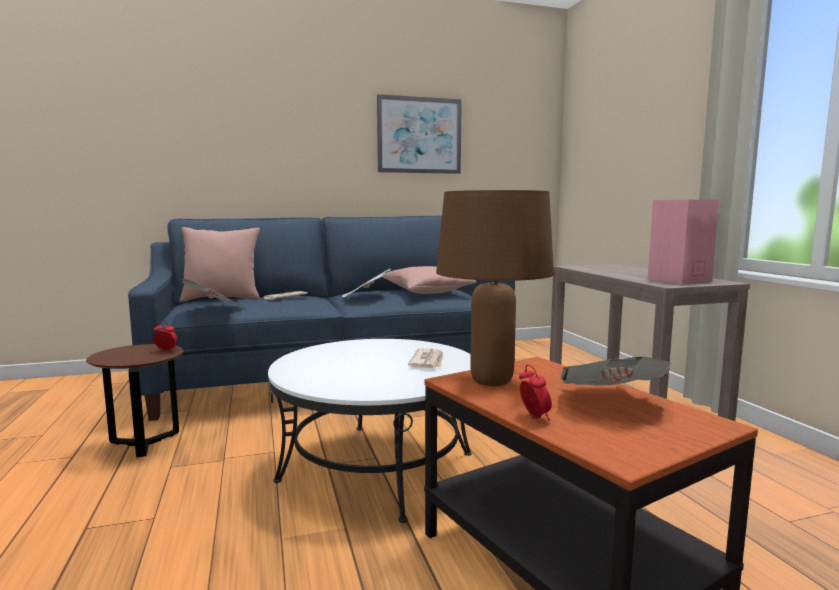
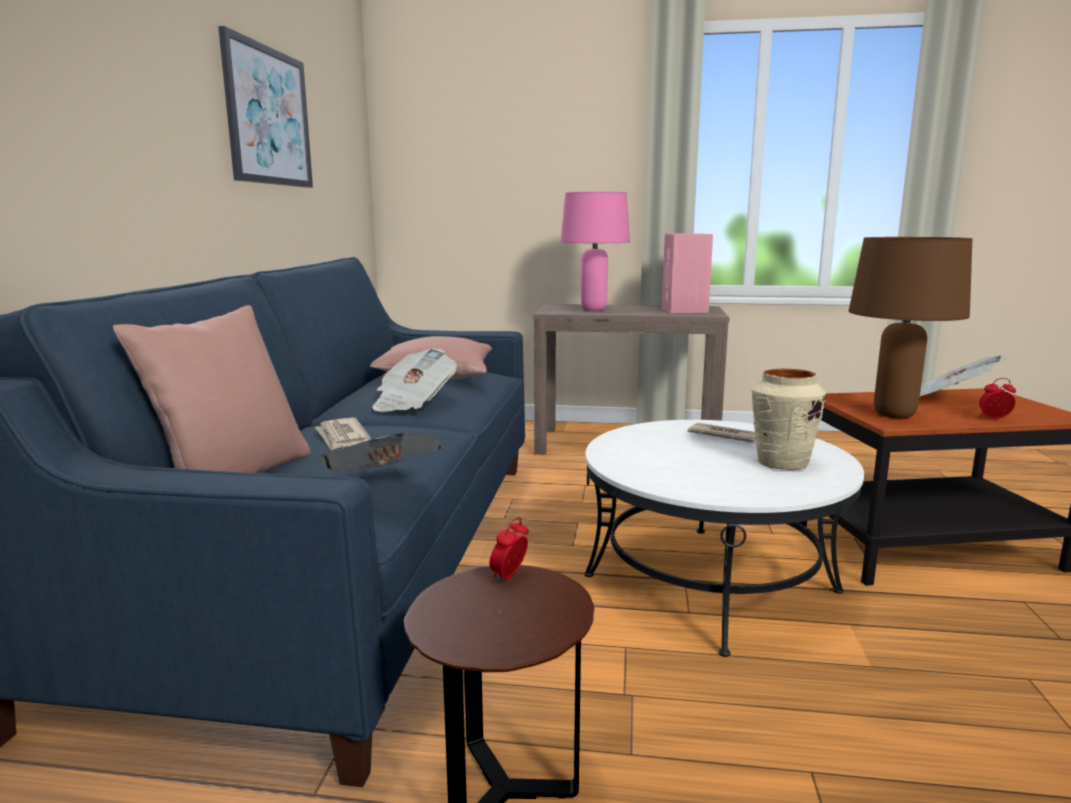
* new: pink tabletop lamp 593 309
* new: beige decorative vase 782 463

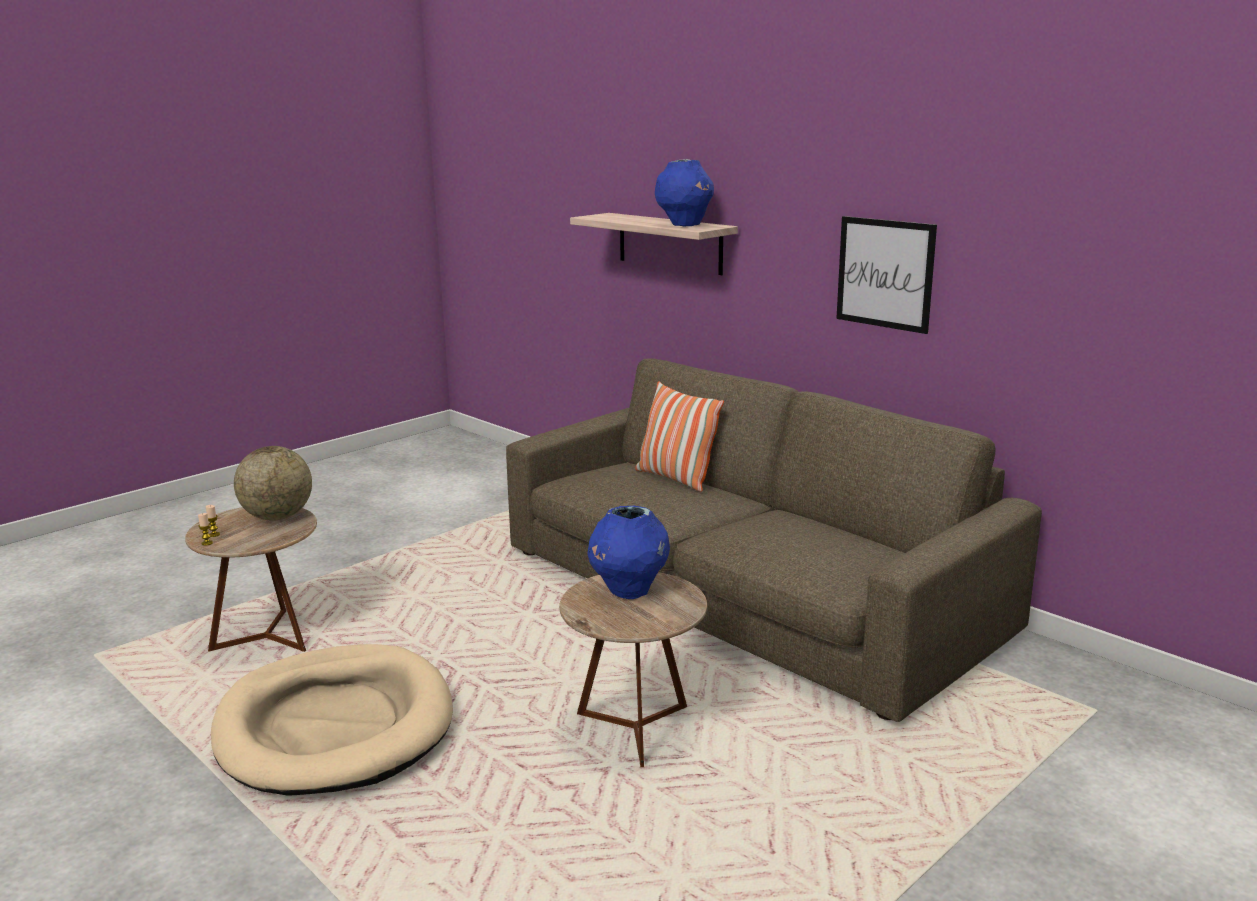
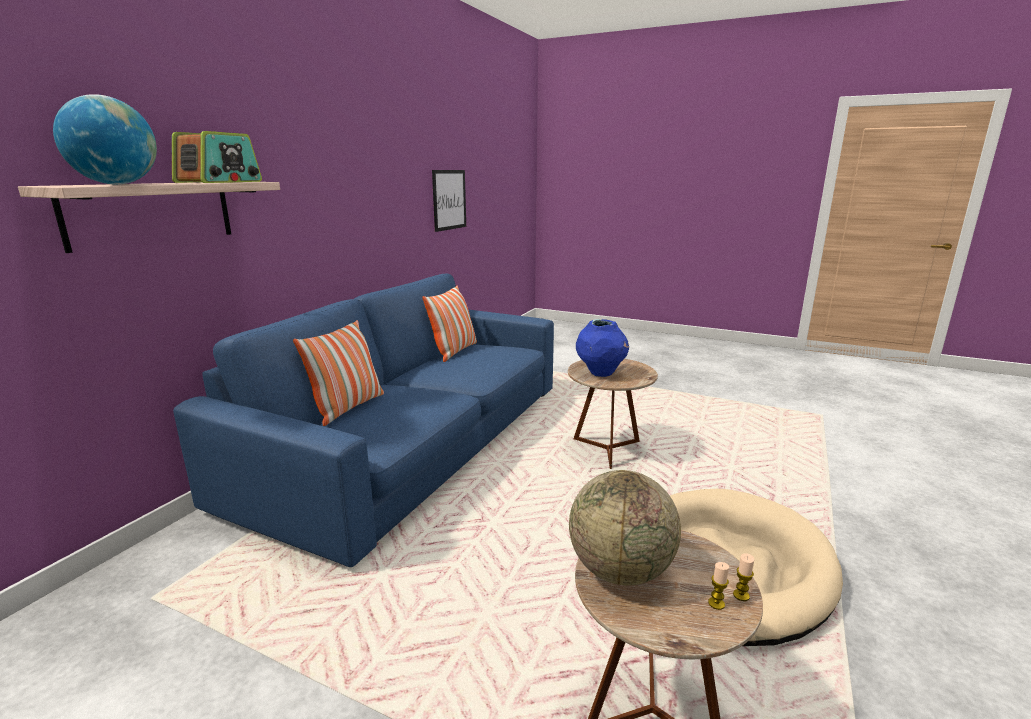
* new: world globe 116 184
* swapped: blue-coloured decorative vase 684 225 to radio set 220 182
* repainted: brown-coloured settee 744 591 to blue-coloured settee 414 441
* new: pillow 454 351
* shifted: wall picture 885 273 to 449 200

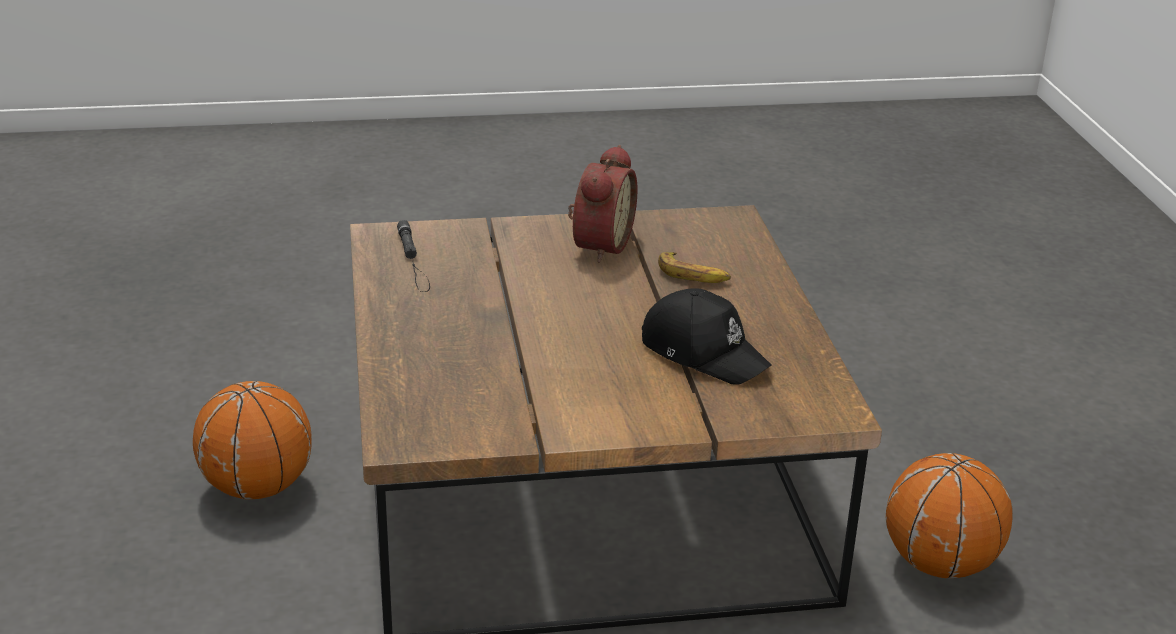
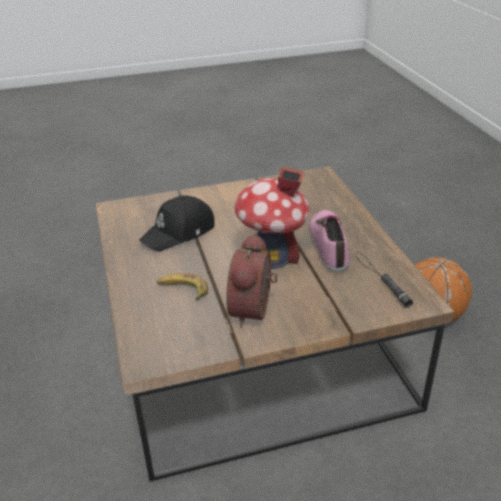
* rotated: blackish peaked cap 704 352 = 179 232 75 degrees counterclockwise
* new: miniature house 272 257
* new: item of footwear 330 244
* gone: ball for basketball 939 564

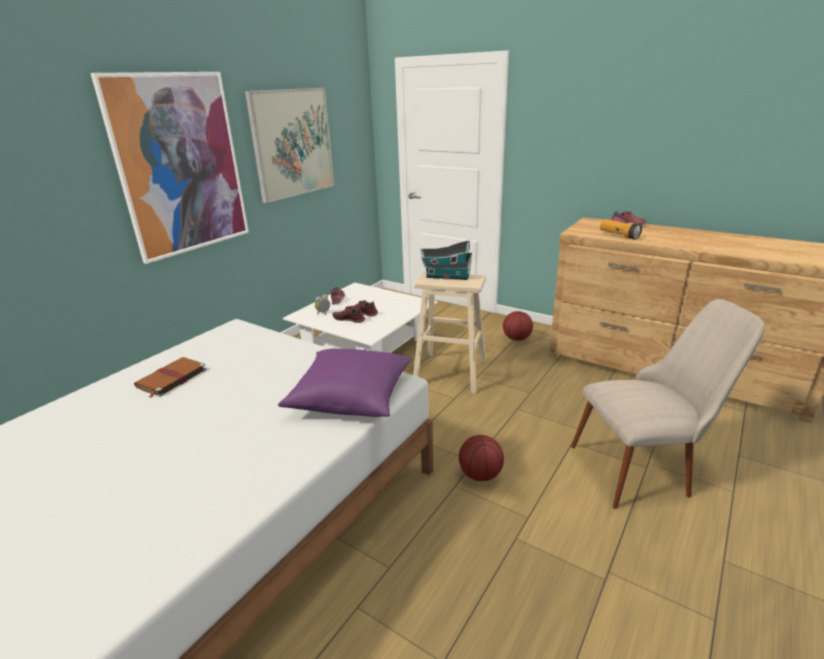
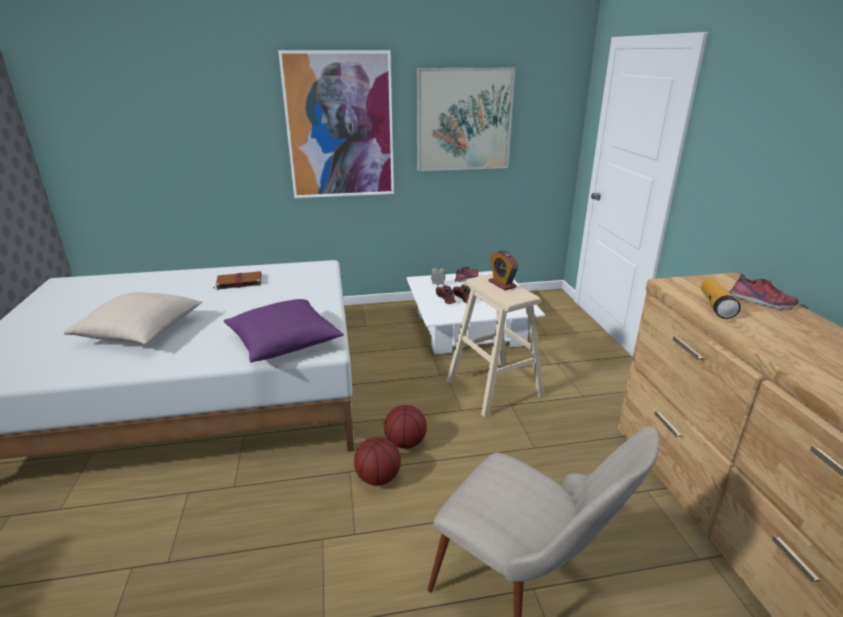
* new: beige pillow 141 331
* shifted: ball for basketball 516 338 to 406 442
* swapped: miniature house 446 276 to bedside clock 502 284

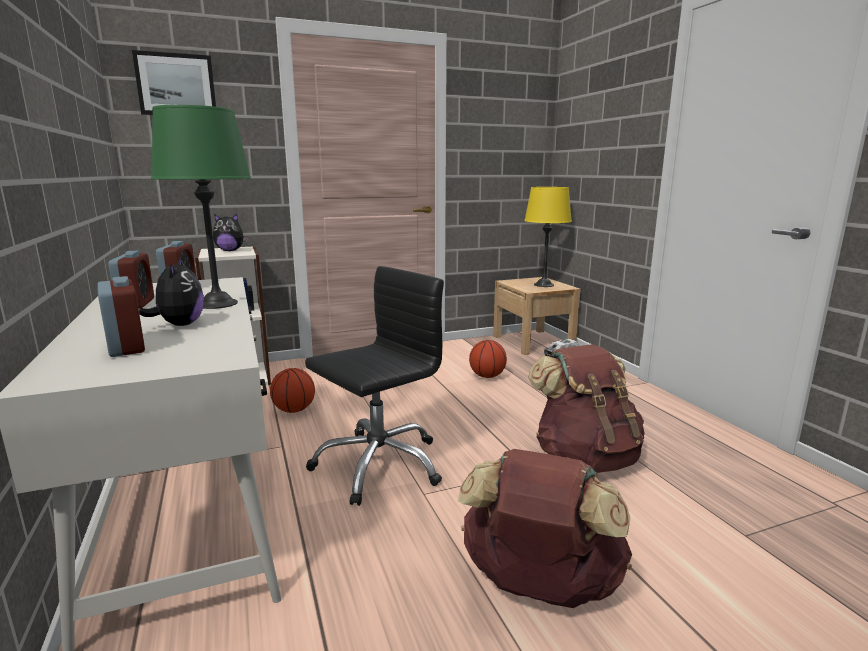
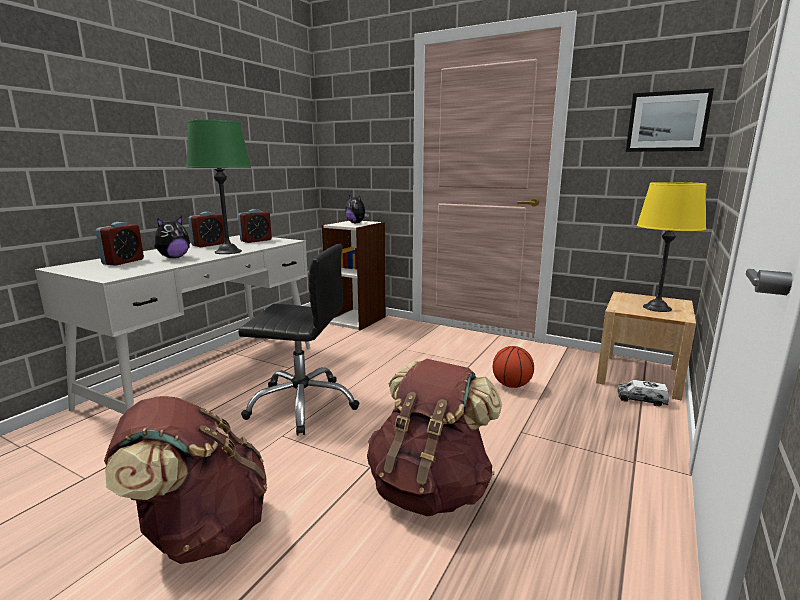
* shifted: wall picture 176 85 to 667 121
* gone: ball for basketball 294 410

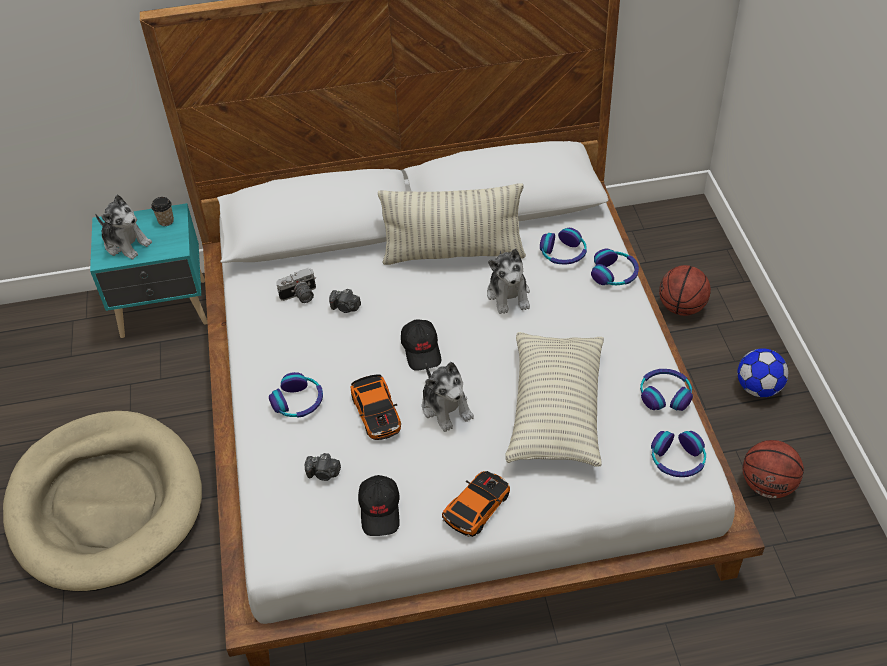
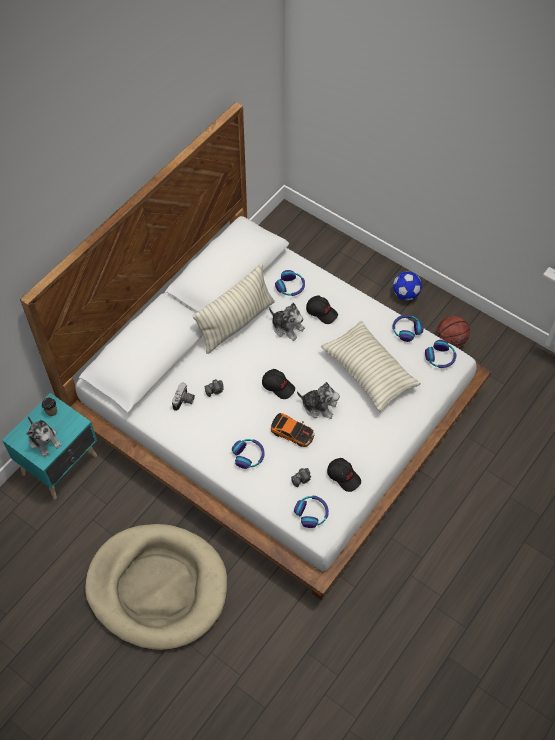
* rotated: cuddly toy 126 243 = 44 440 60 degrees clockwise
* shifted: headphones 614 274 to 312 513
* new: blackish peaked cap 321 312
* gone: model car 476 506
* gone: ball for basketball 681 307

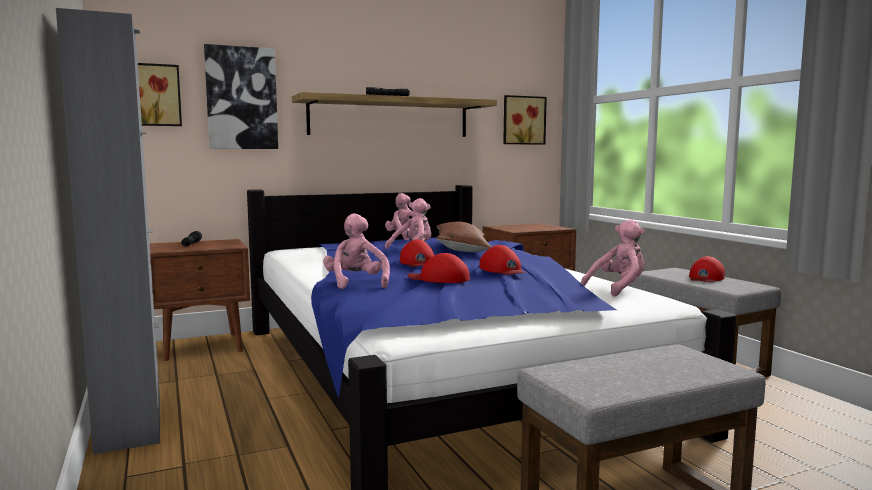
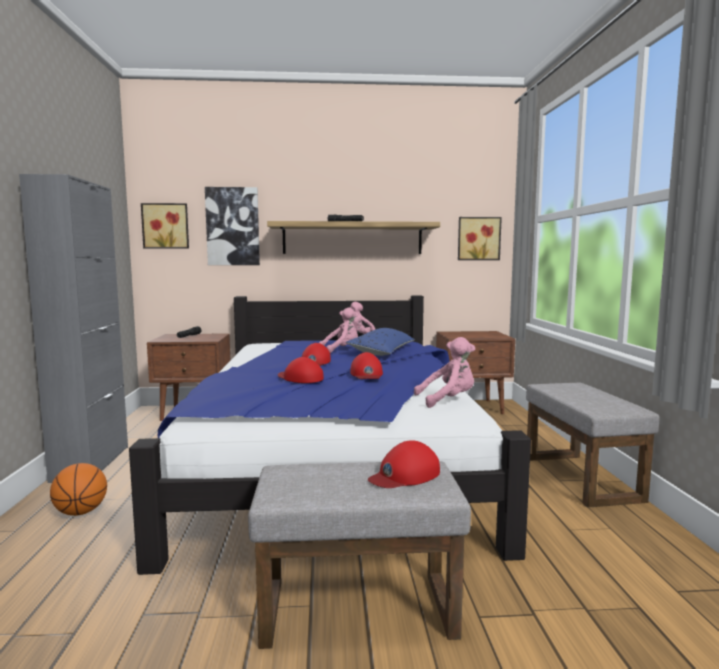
* new: ball for basketball 81 512
* repainted: brown-coloured pillow 461 248 to blue-coloured pillow 382 351
* shifted: red peaked cap 705 278 to 404 475
* gone: pink cuddly toy 356 283

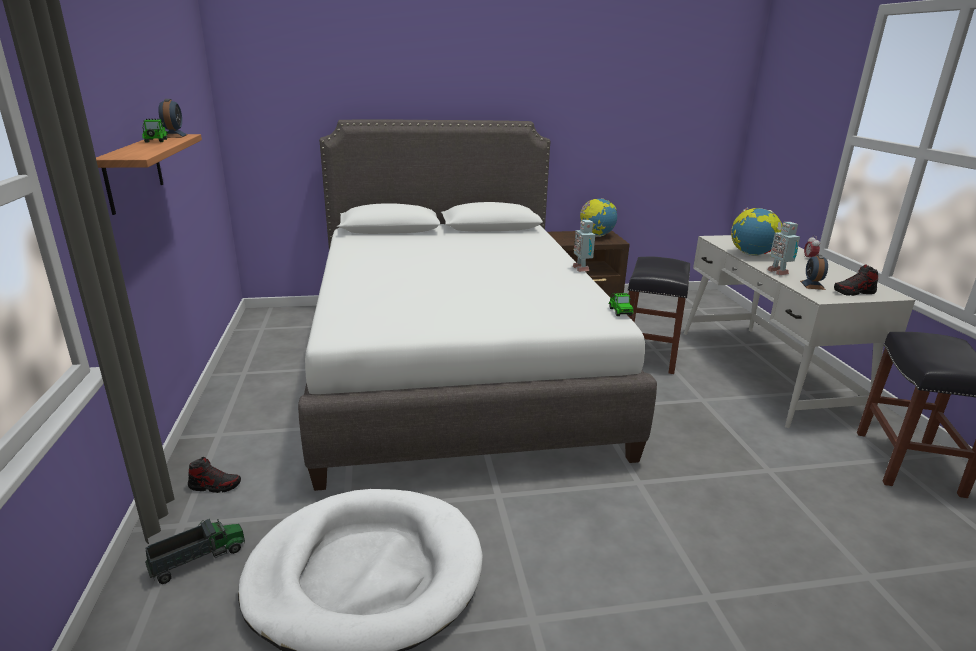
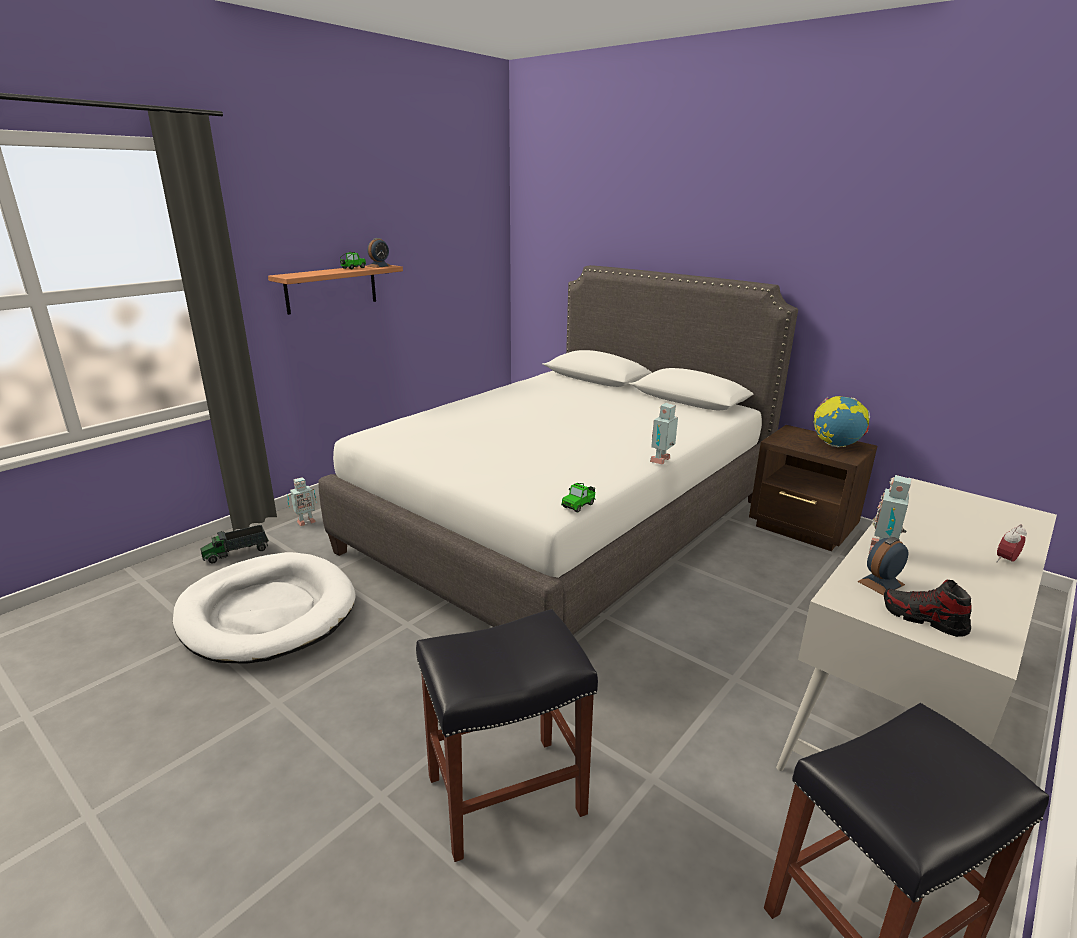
* rotated: toy truck 198 559 = 237 553 135 degrees clockwise
* swapped: item of footwear 215 486 to toy robot 305 522
* shifted: blackish sitting stool 649 355 to 504 796
* gone: world globe 752 254

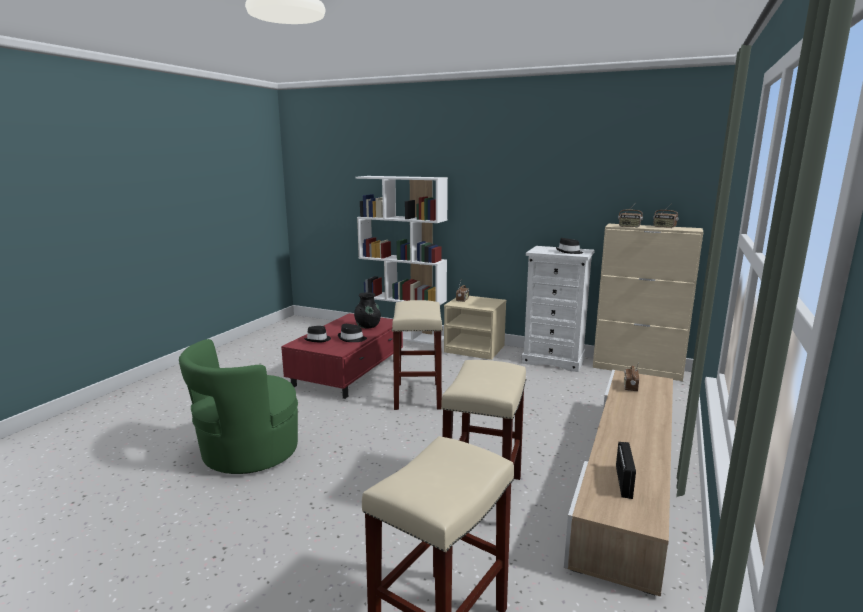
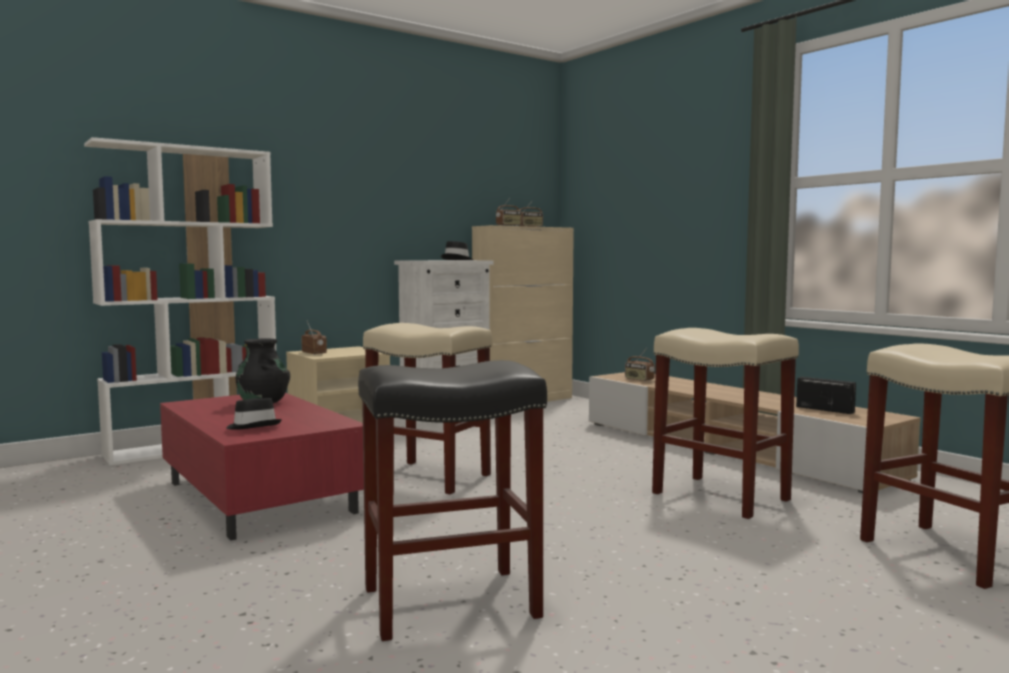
* swapped: green-coloured easy chair 248 452 to blackish sitting stool 448 603
* gone: blackish clothing hat 352 339

